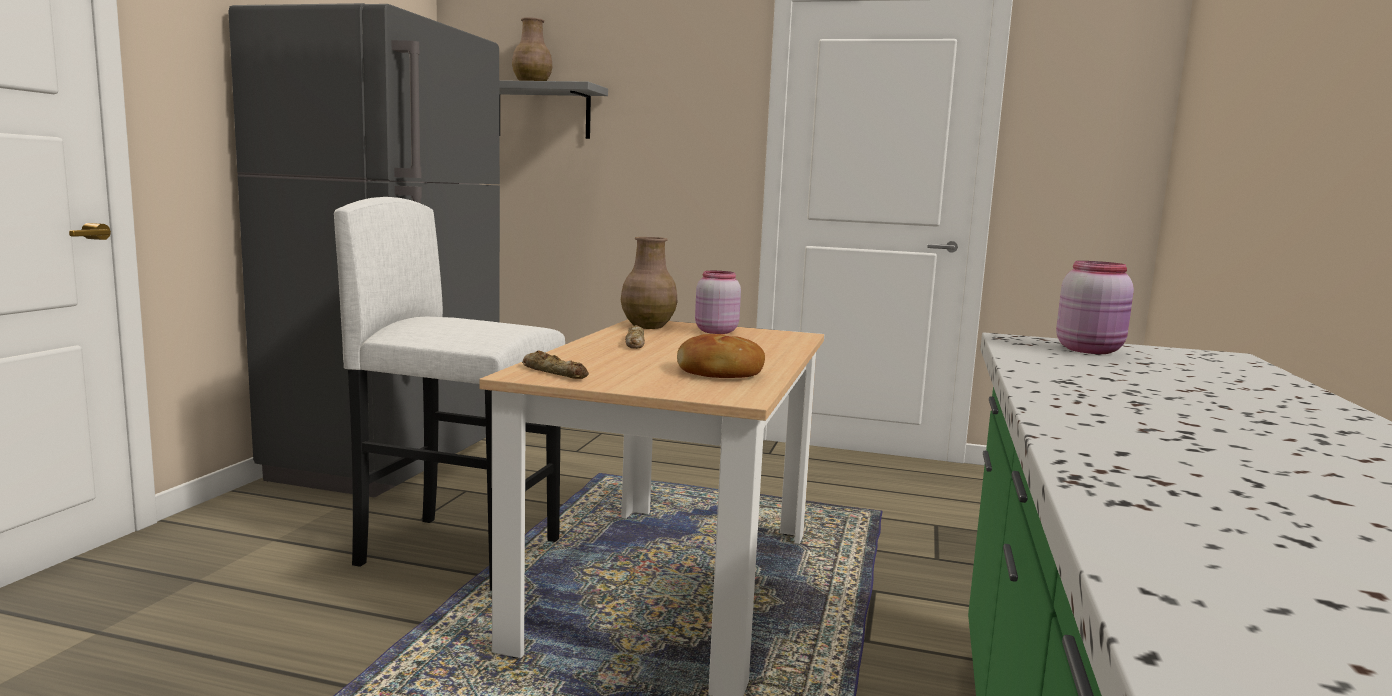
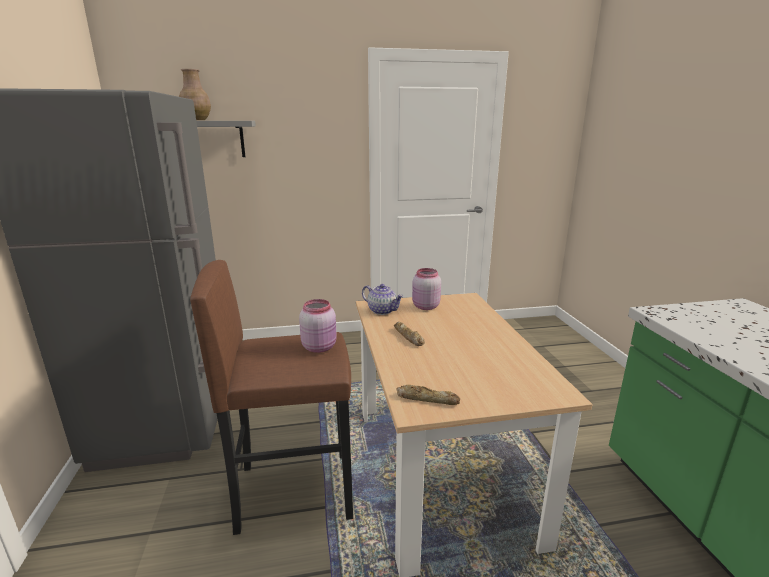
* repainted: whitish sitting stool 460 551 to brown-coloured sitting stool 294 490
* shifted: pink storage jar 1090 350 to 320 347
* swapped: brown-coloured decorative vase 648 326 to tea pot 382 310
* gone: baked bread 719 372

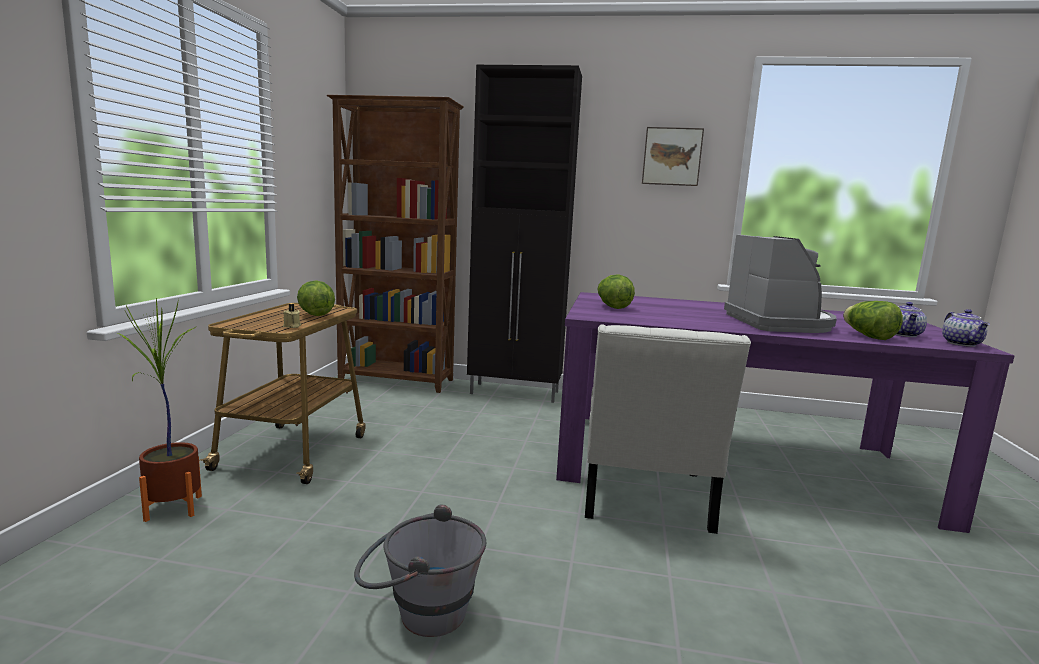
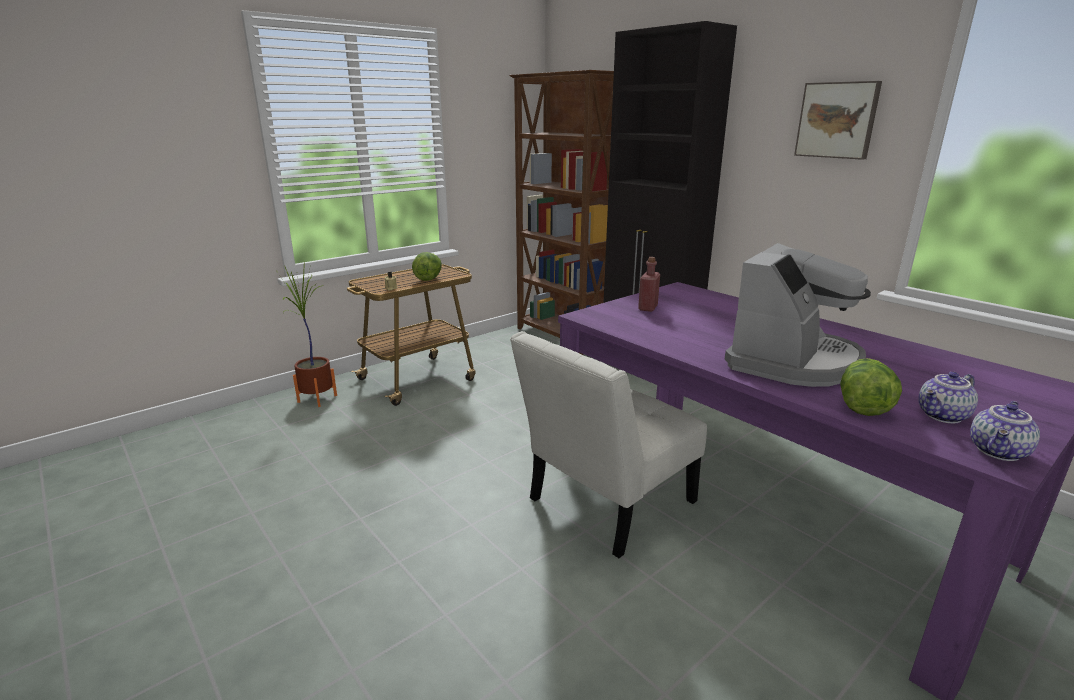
* swapped: head of lettuce 612 307 to red beverage bottle 648 308
* gone: grey water bucket 419 613

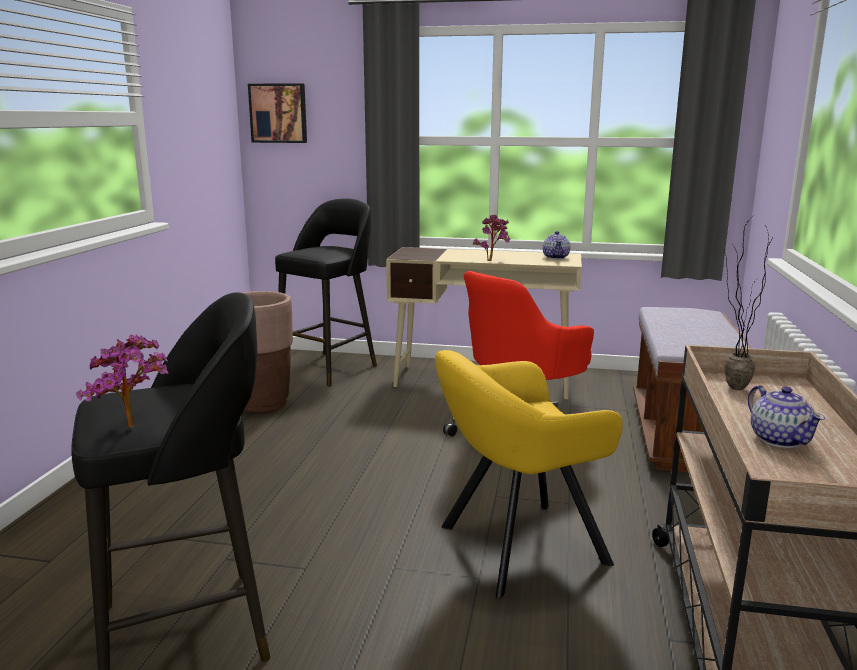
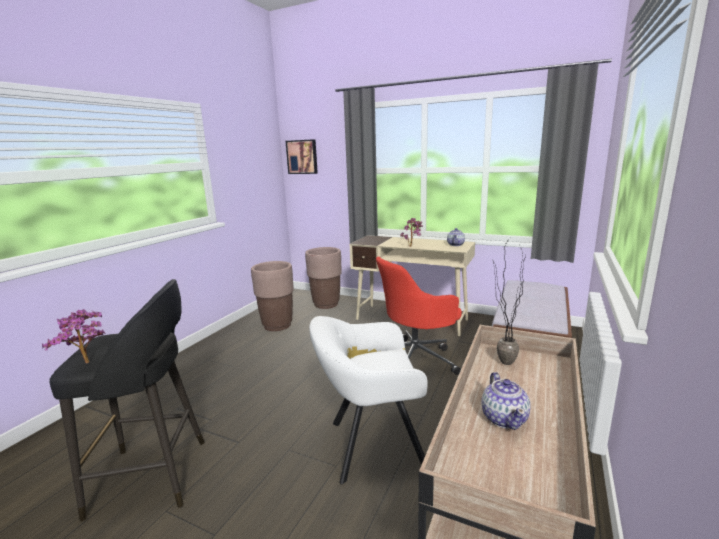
* swapped: blackish sitting stool 329 368 to brown-coloured flower pot 326 304
* repainted: yellow-coloured easy chair 515 546 to whitish easy chair 371 445

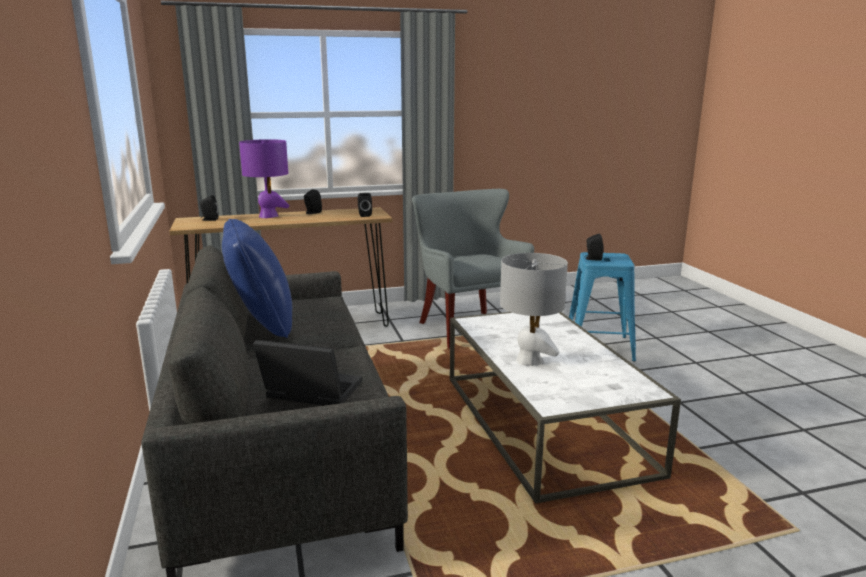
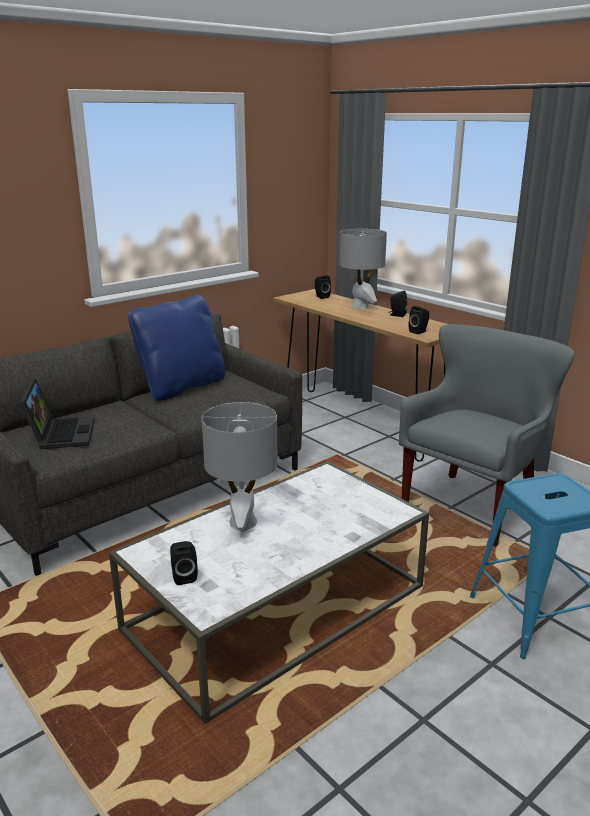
* shifted: blackish loudspeaker 592 259 to 183 576
* repainted: purple-coloured tabletop lamp 268 216 to grey tabletop lamp 360 307

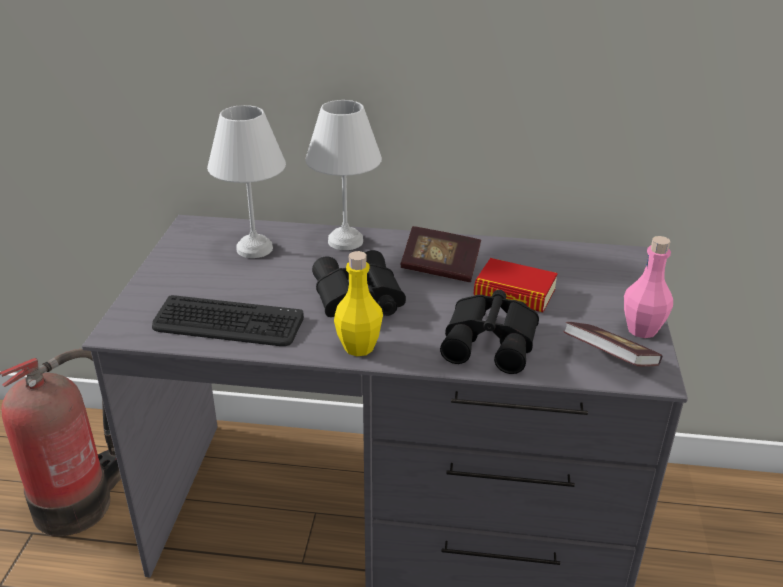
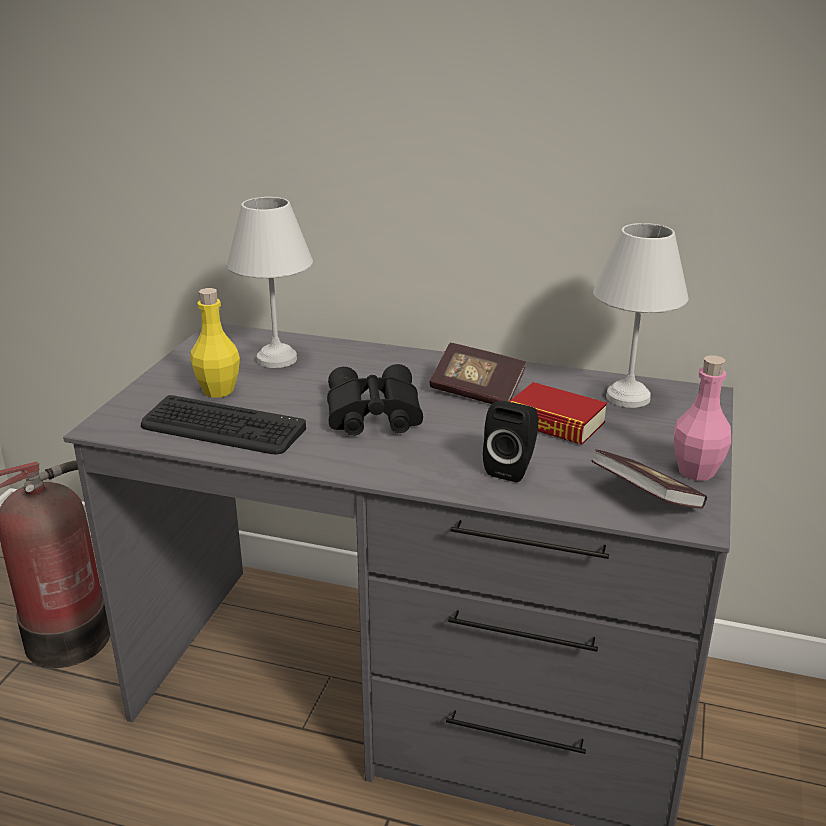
* shifted: yellow-coloured beverage bottle 359 347 to 218 391
* swapped: blackish pair of binoculars 492 340 to blackish loudspeaker 512 468
* shifted: whitish tabletop lamp 346 240 to 629 396

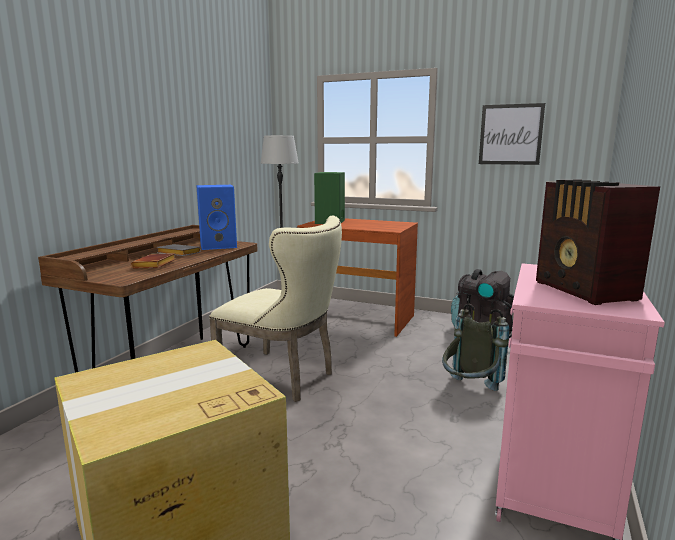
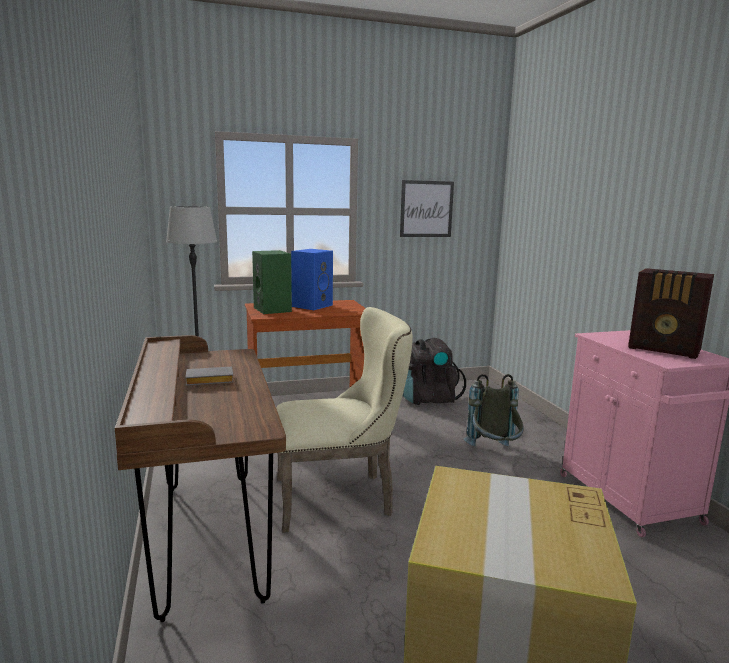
* shifted: blue-coloured loudspeaker 219 245 to 312 305
* gone: brown-coloured volume 155 265

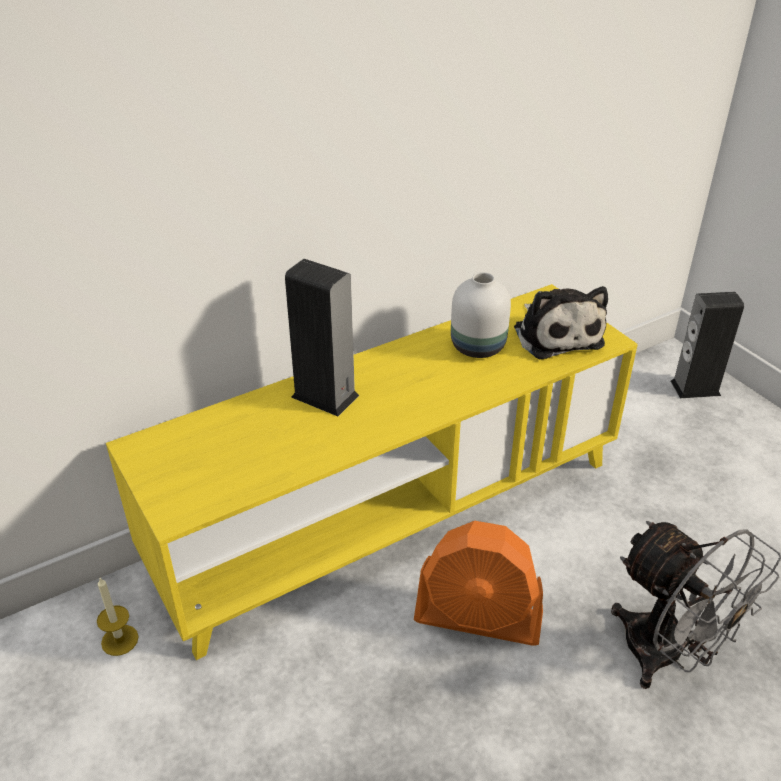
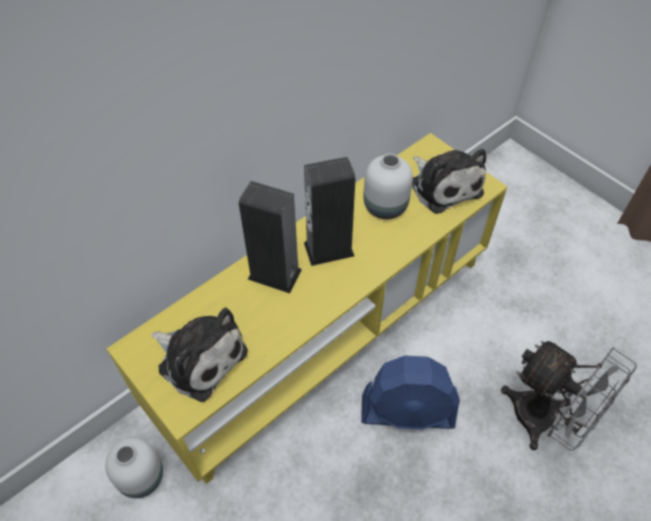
* swapped: wax light 120 640 to whitish decorative vase 143 477
* new: cuddly toy 199 357
* shifted: loudspeaker 695 388 to 329 249
* repainted: orange-coloured cooling fan 478 618 to blue-coloured cooling fan 407 412

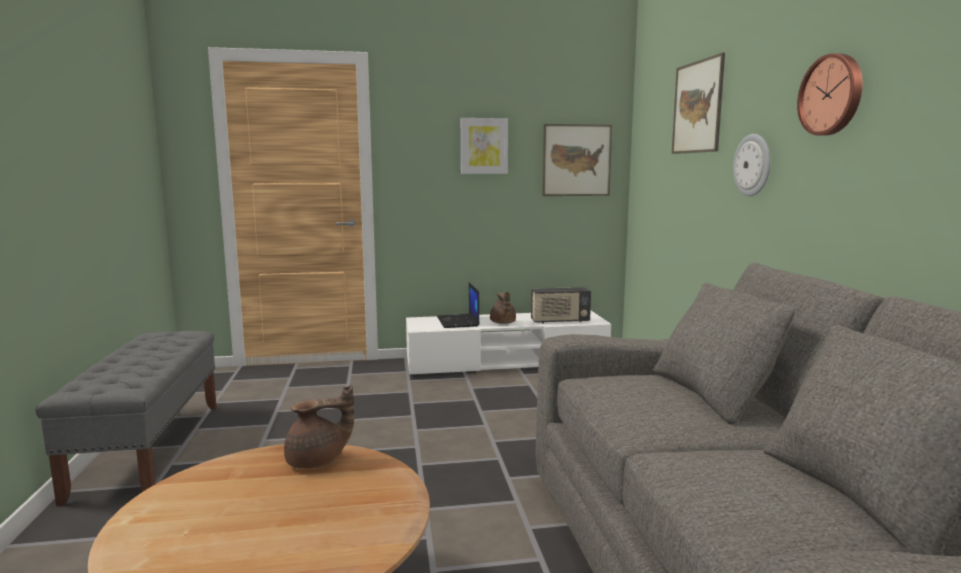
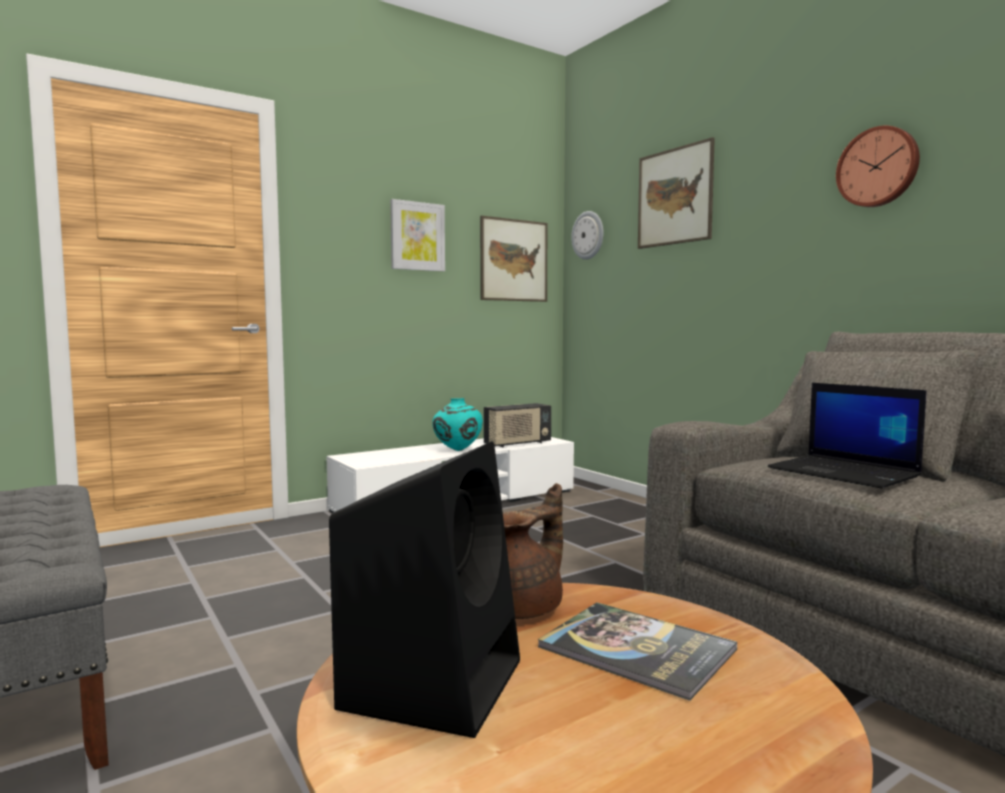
* new: blackish loudspeaker 434 681
* swapped: brown-coloured tea pot 502 323 to turquoise-coloured decorative vase 457 450
* new: volume 636 649
* shifted: hanging clock 753 165 to 588 235
* shifted: portable computer 458 321 to 845 472

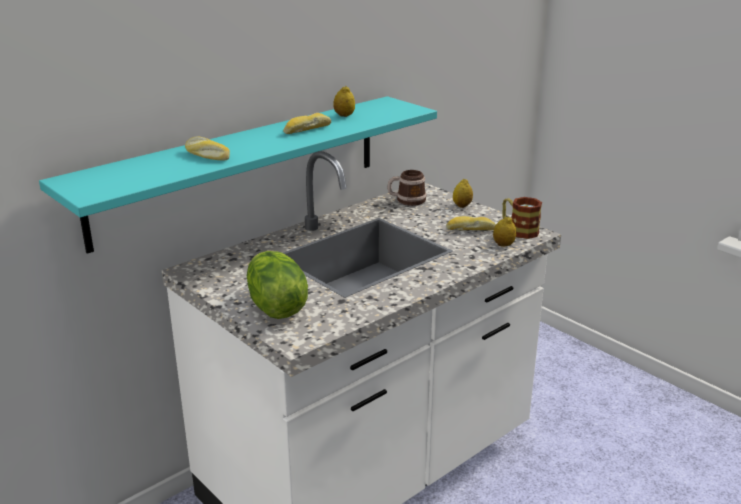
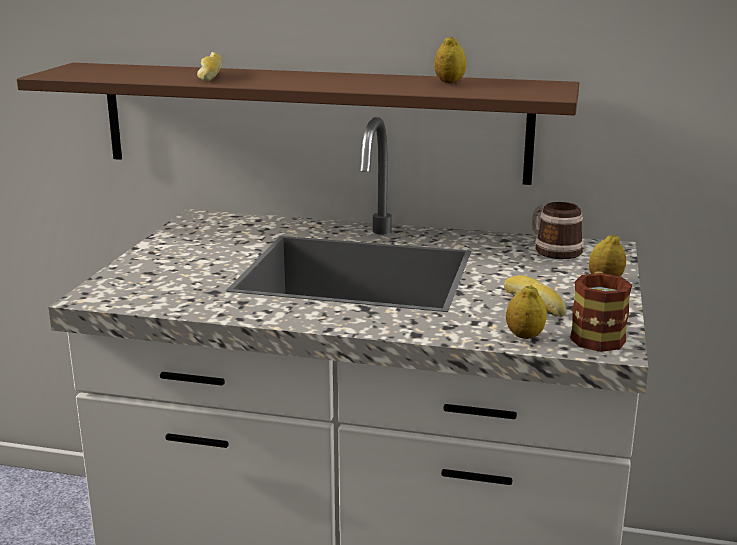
* repainted: turquoise-coloured bracket shelf 242 168 to brown-coloured bracket shelf 311 121
* gone: head of lettuce 275 307
* gone: baked bread 307 130

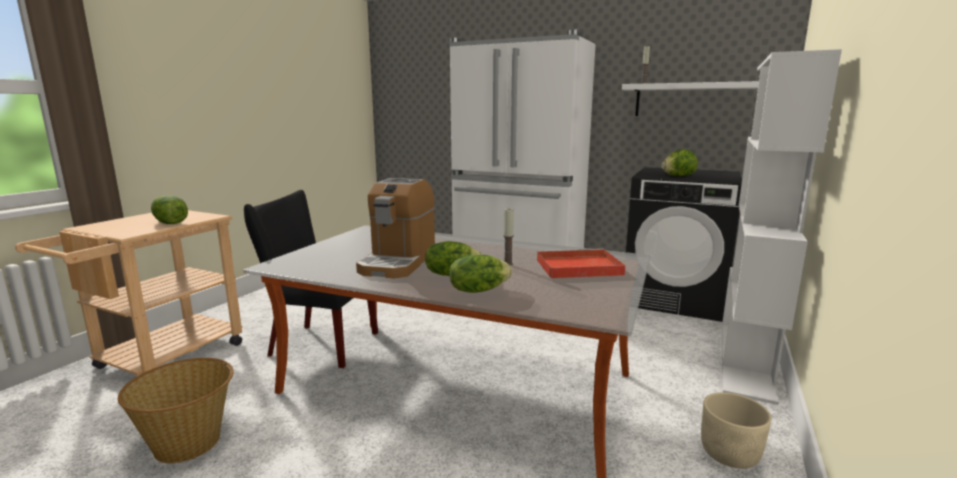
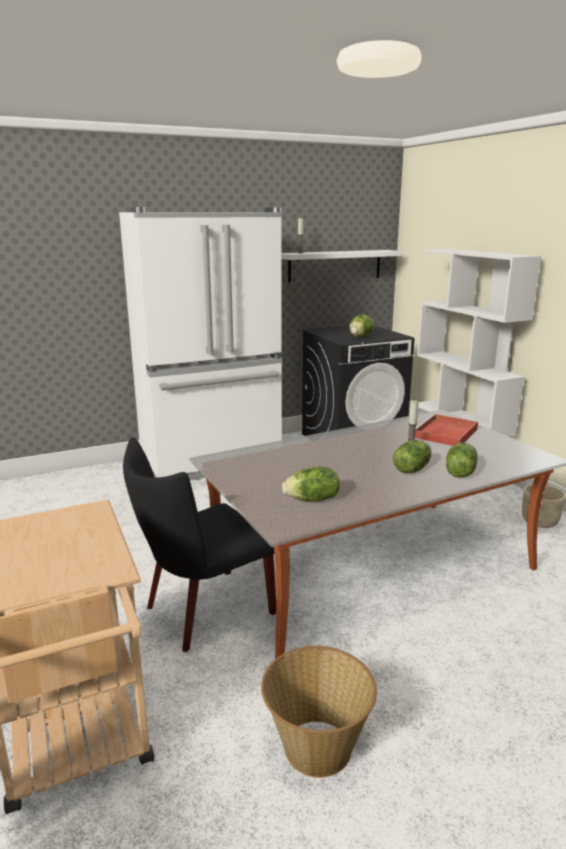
* shifted: head of lettuce 170 223 to 312 500
* gone: coffee brewer 398 262

